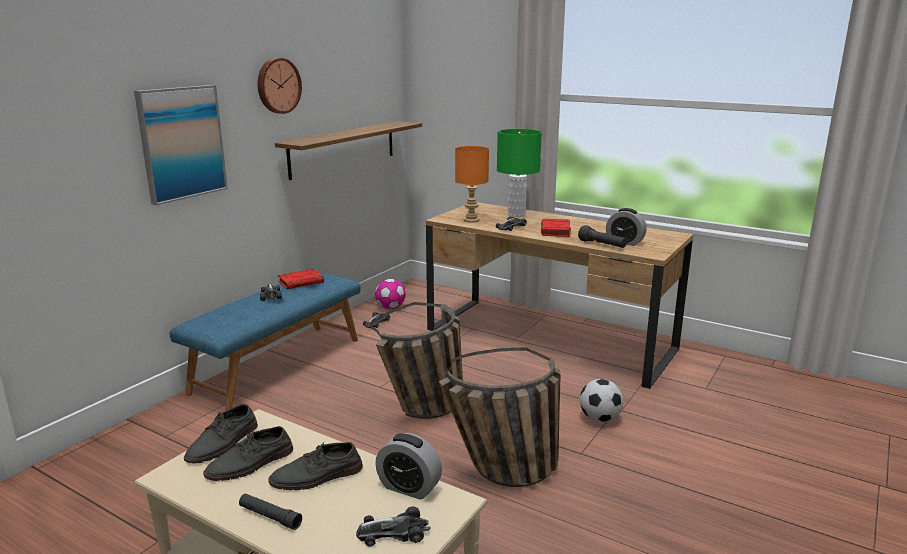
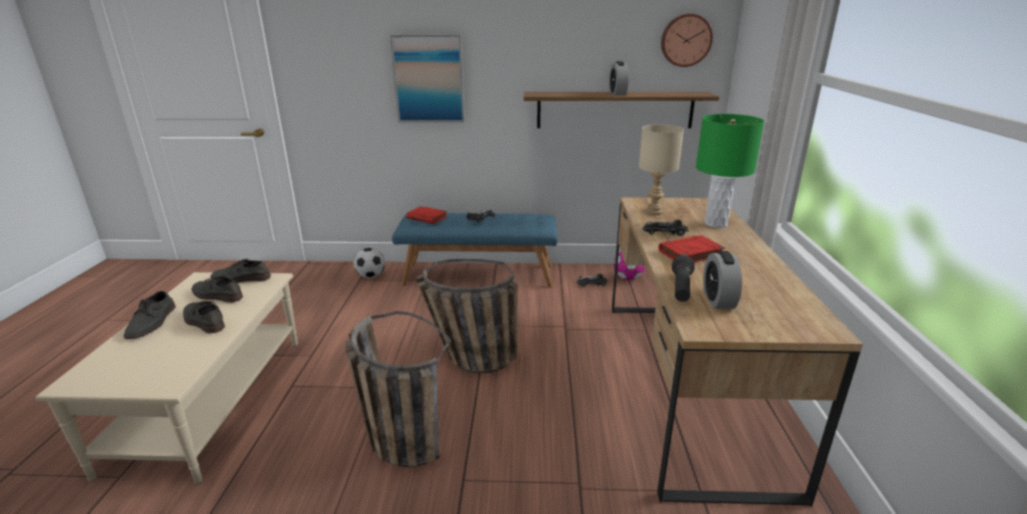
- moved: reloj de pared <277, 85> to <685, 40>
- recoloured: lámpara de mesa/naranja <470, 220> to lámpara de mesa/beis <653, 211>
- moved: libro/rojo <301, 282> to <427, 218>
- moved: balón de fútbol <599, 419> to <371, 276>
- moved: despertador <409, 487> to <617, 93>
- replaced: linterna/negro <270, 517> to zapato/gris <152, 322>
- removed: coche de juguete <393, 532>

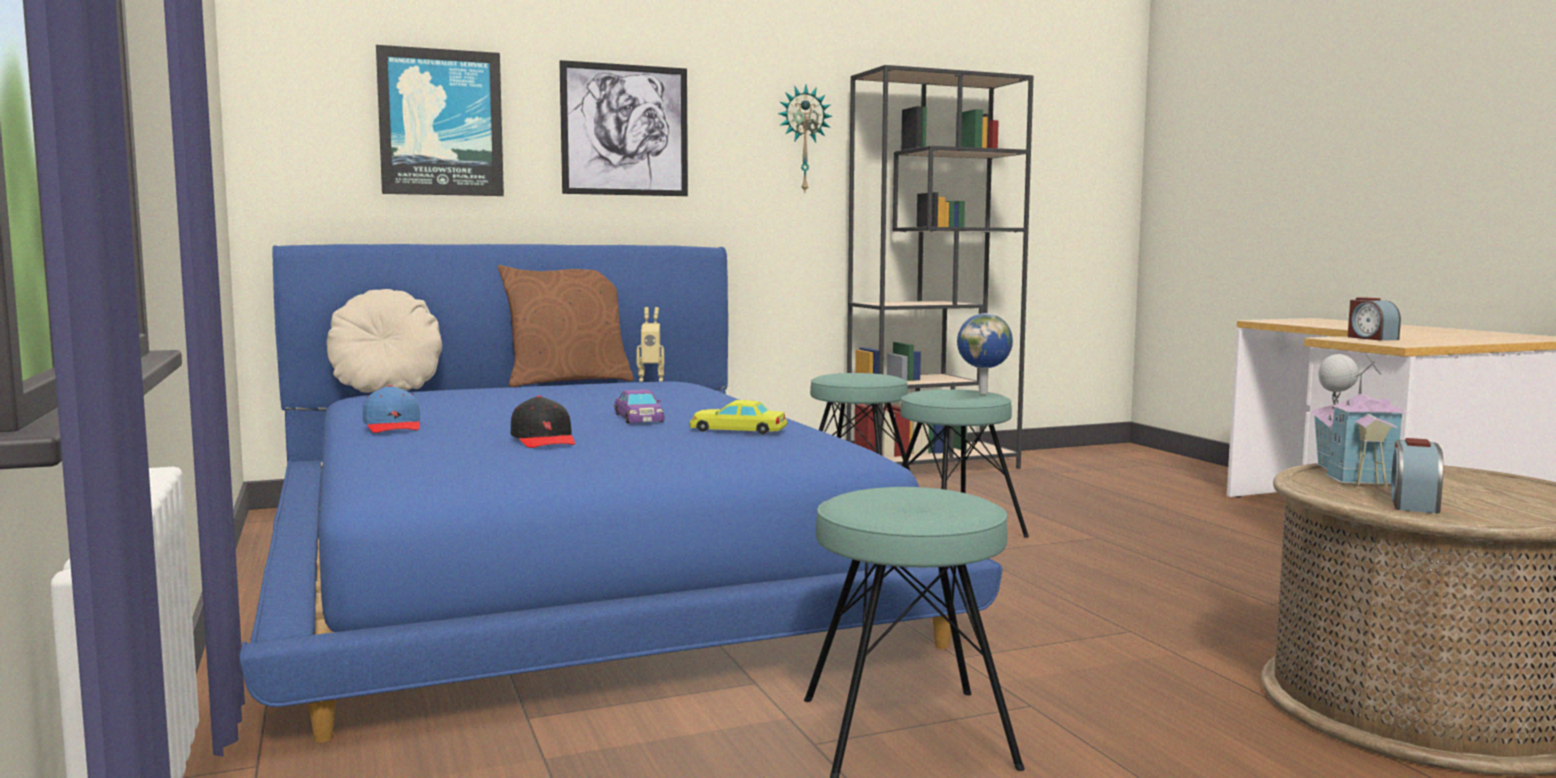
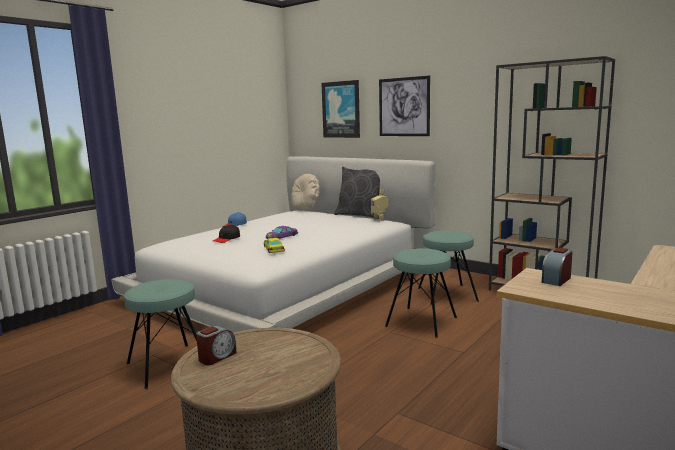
- removed: reloj de pared <803, 139>
- recoloured: cama/azul <572, 563> to cama/blanco <288, 284>
- recoloured: cojín/marrón <567, 382> to cojín/gris <360, 215>
- removed: globo terráqueo <983, 393>
- removed: casita <1351, 474>
- turned: despertador <1413, 504> = <217, 357> 135 degrees clockwise

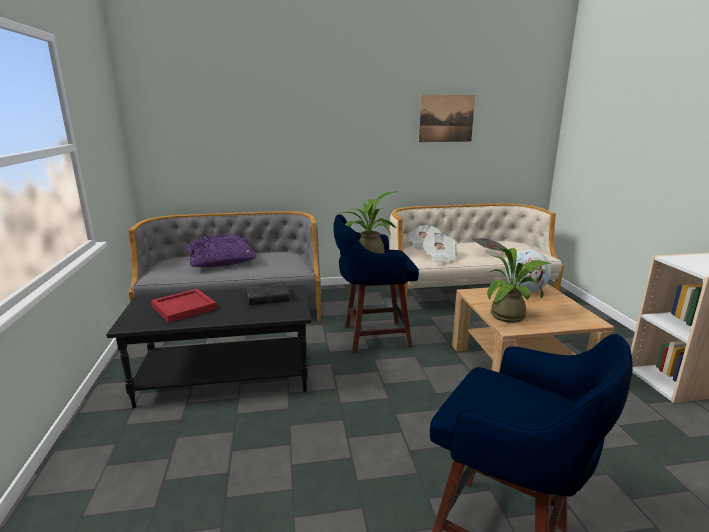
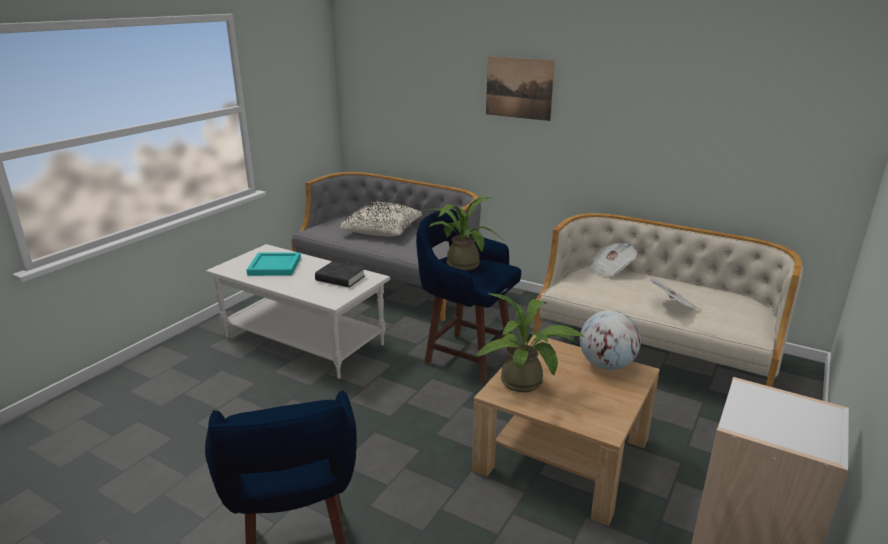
- moved: cuadro <446, 118> to <519, 88>
- removed: periódico <439, 257>
- recoloured: cojín/morado <222, 261> to cojín/beis <382, 230>
- recoloured: mesa de centro/negro <226, 376> to mesa de centro/blanco <305, 340>
- recoloured: bandeja/rojo <184, 307> to bandeja/turquesa <275, 266>

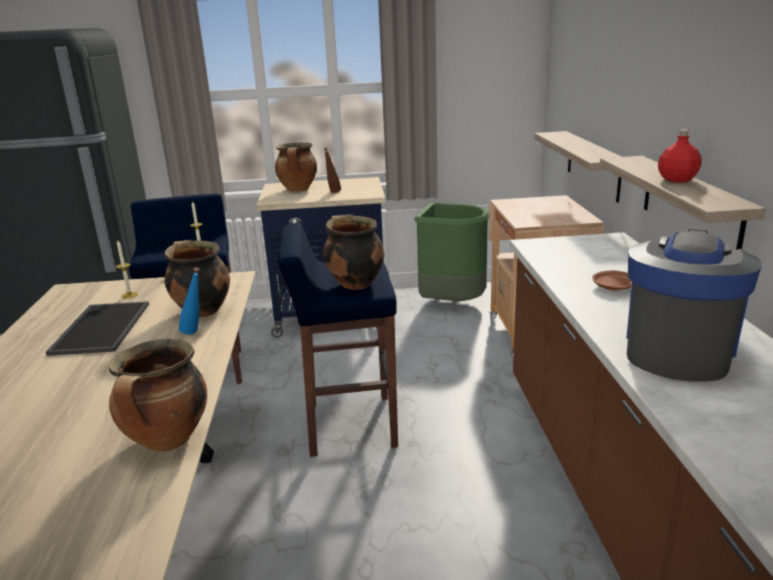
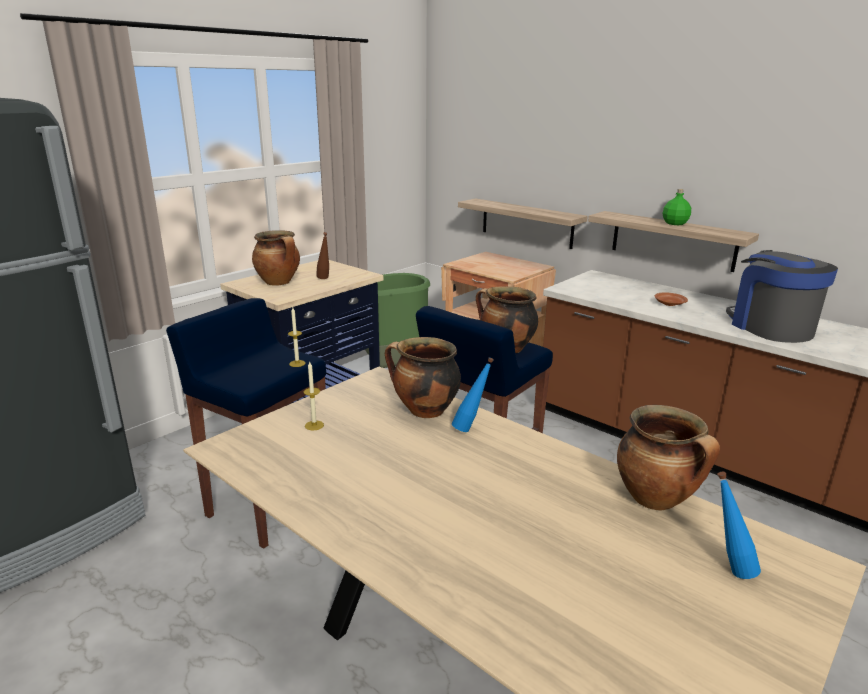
- recoloured: botella/rojo <676, 180> to botella/verde <675, 223>
- removed: bandeja <100, 327>
- added: botella/azul <728, 568>

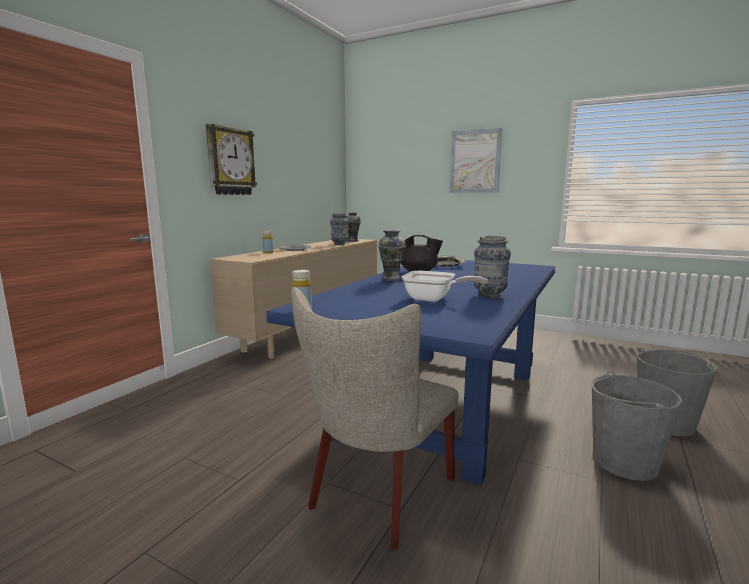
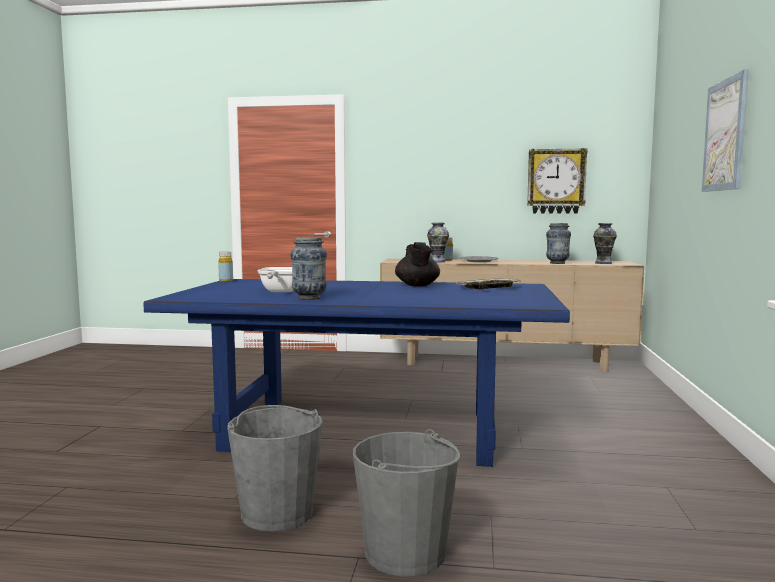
- moved: reloj de pared <230, 161> to <556, 181>
- moved: florero <391, 279> to <437, 261>
- removed: silla/beis <377, 497>

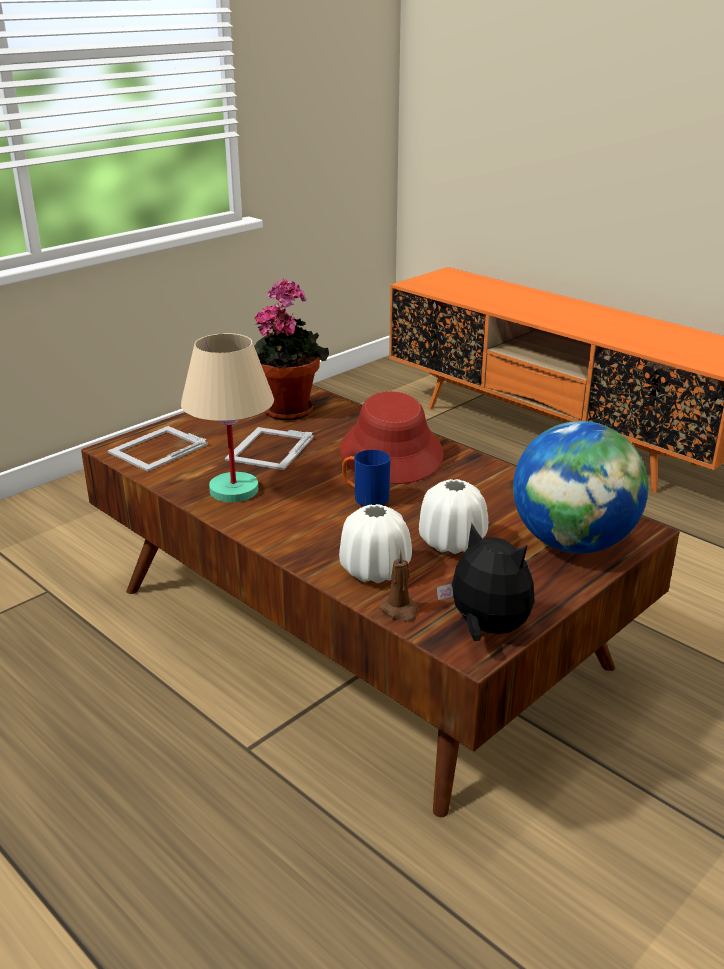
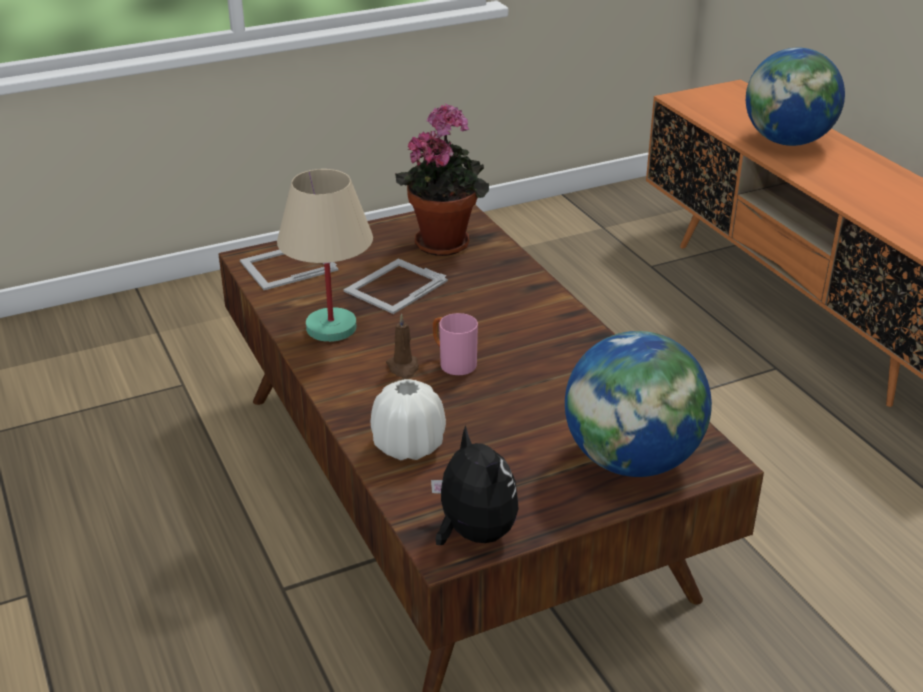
- removed: sombrero/rojo <392, 453>
- recoloured: taza grande/azul <365, 498> to taza grande/rosa <452, 363>
- removed: florero/blanco <452, 542>
- moved: vela/marrón <400, 610> to <403, 368>
- added: globo terráqueo <787, 142>

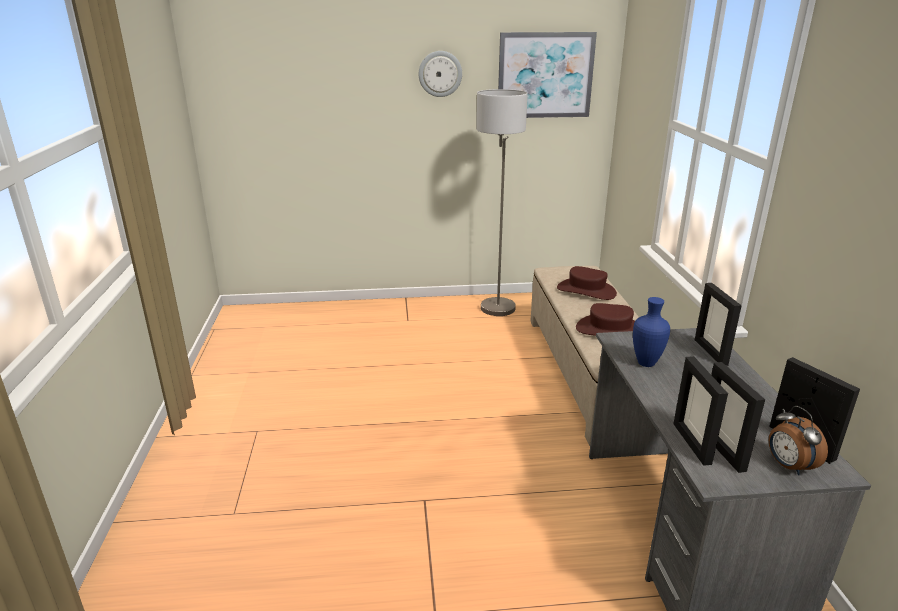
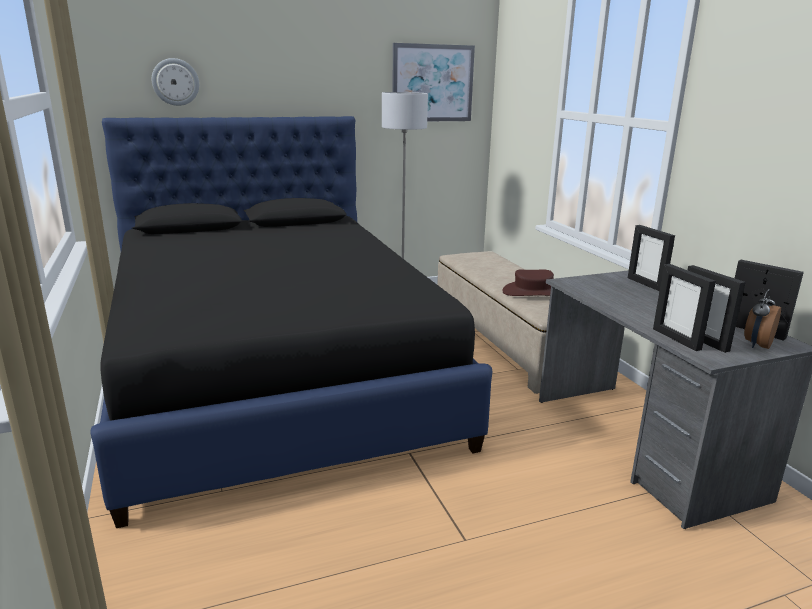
- moved: reloj de pared <440, 74> to <175, 82>
- removed: sombrero/marrón <586, 291>
- removed: florero/azul <647, 363>
- turned: despertador <788, 466> = <756, 345> 75 degrees clockwise
- added: cama/negro <274, 372>

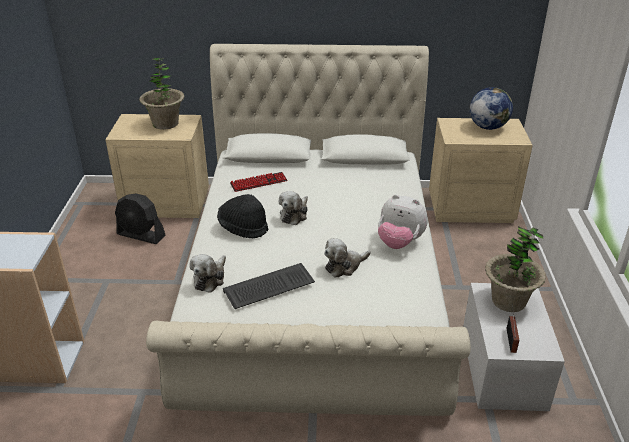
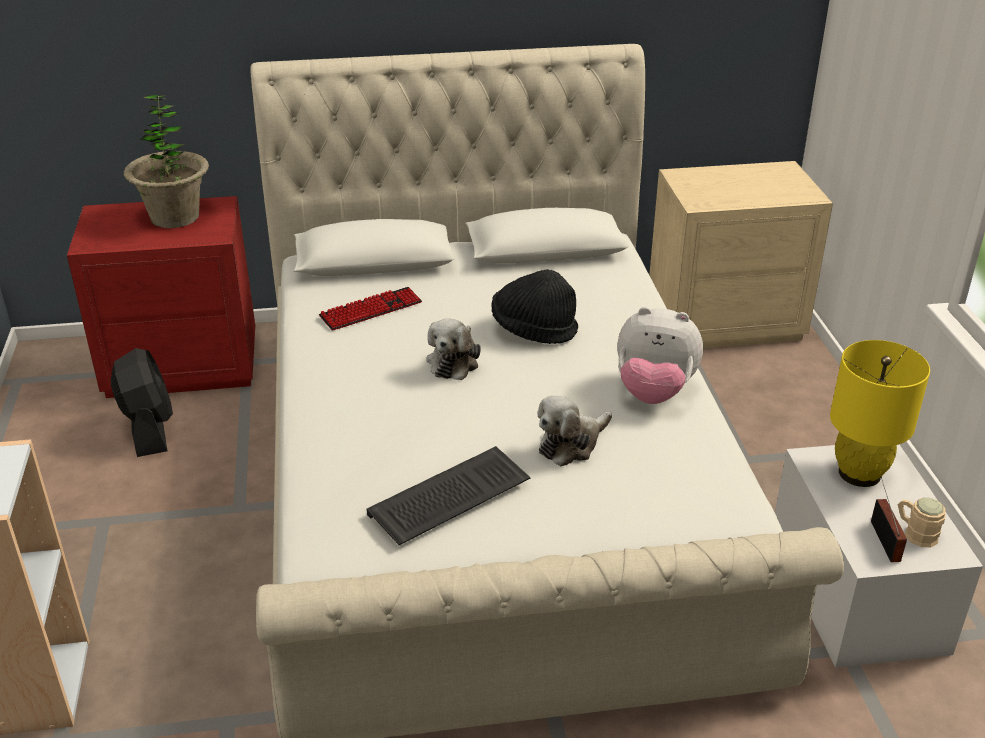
- removed: globo terráqueo <487, 127>
- recoloured: mesita de noche/beis <167, 203> to mesita de noche/rojo <182, 364>
- turned: ventilador/negro <141, 235> = <149, 429> 120 degrees counterclockwise
- moved: sombrero/negro <243, 228> to <533, 330>
- replaced: planta en maceta <508, 301> to lámpara de mesa/amarillo <859, 474>
- removed: peluche <210, 279>
- added: taza grande/beis <915, 533>

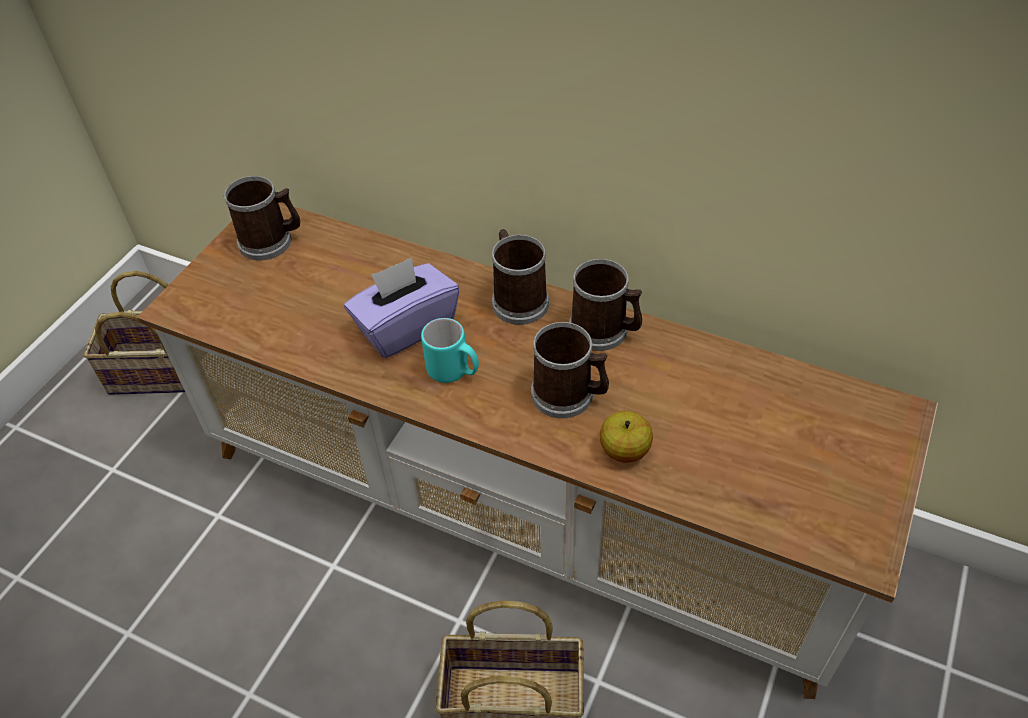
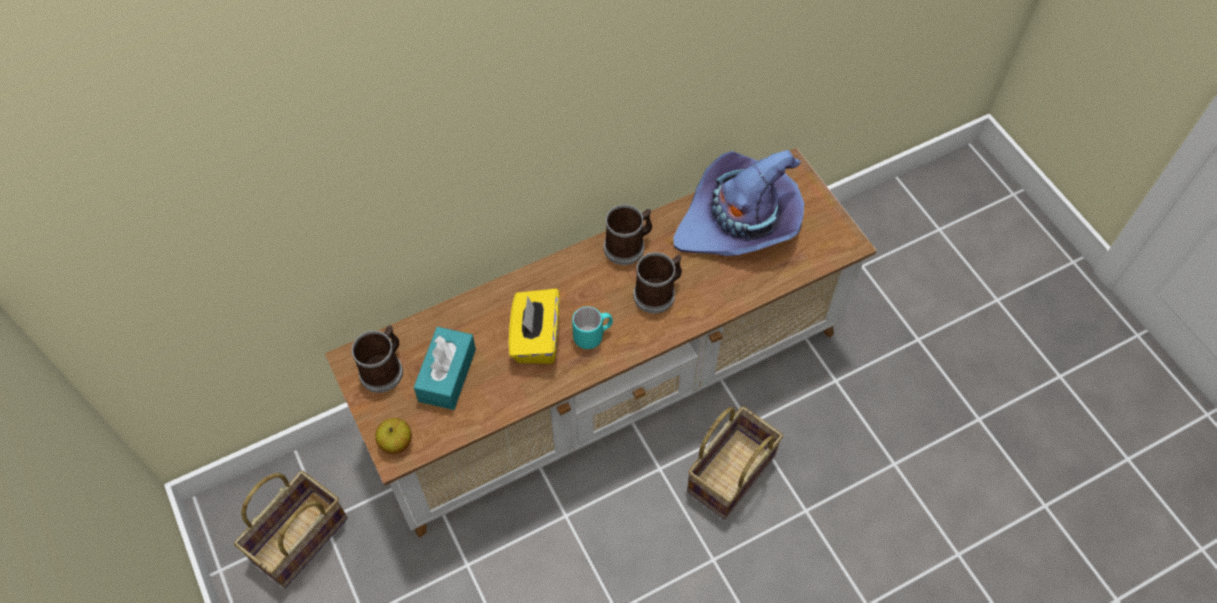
- removed: taza grande <517, 299>
- recoloured: caja de pañuelos/morado <406, 327> to caja de pañuelos/amarillo <536, 338>
- moved: manzana <624, 450> to <396, 442>
- added: sombrero/morado <740, 222>
- added: caja de pañuelos/turquesa <447, 375>

